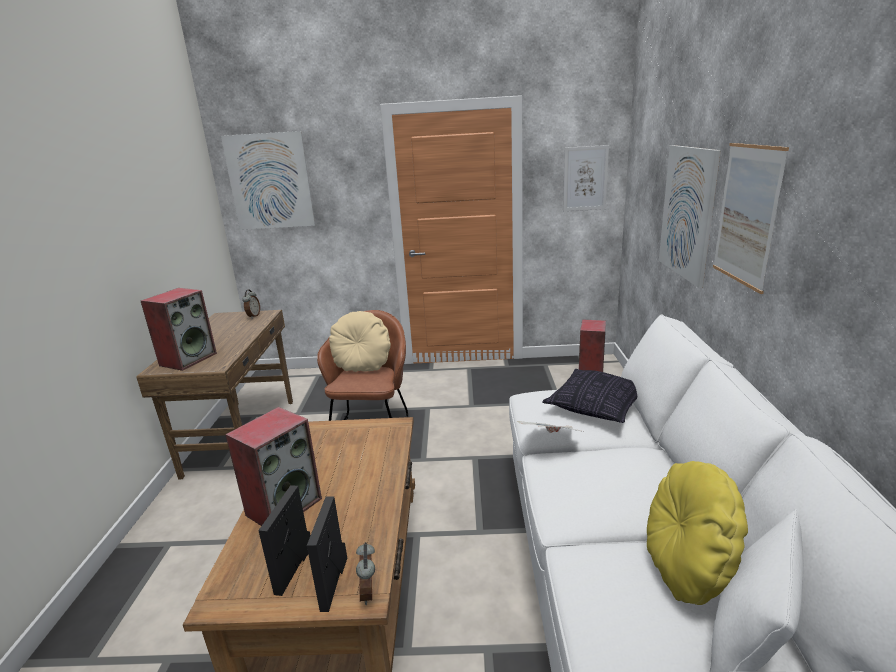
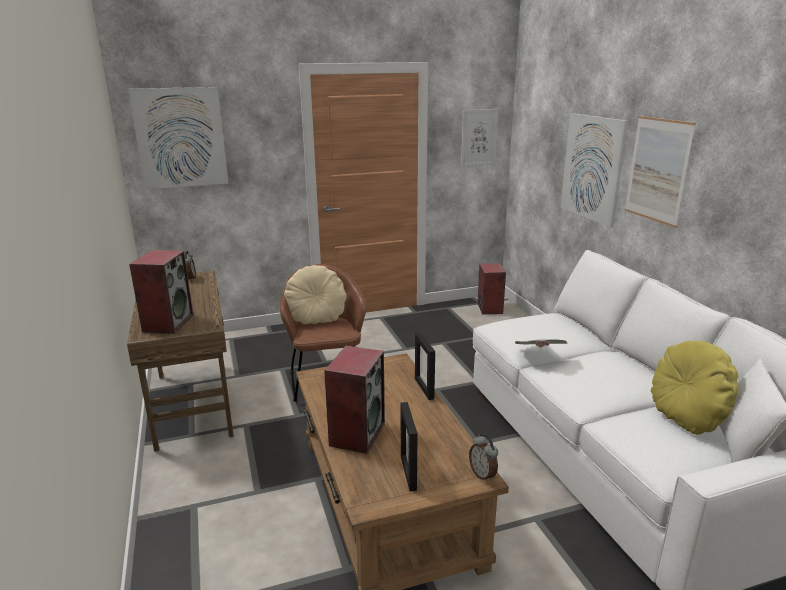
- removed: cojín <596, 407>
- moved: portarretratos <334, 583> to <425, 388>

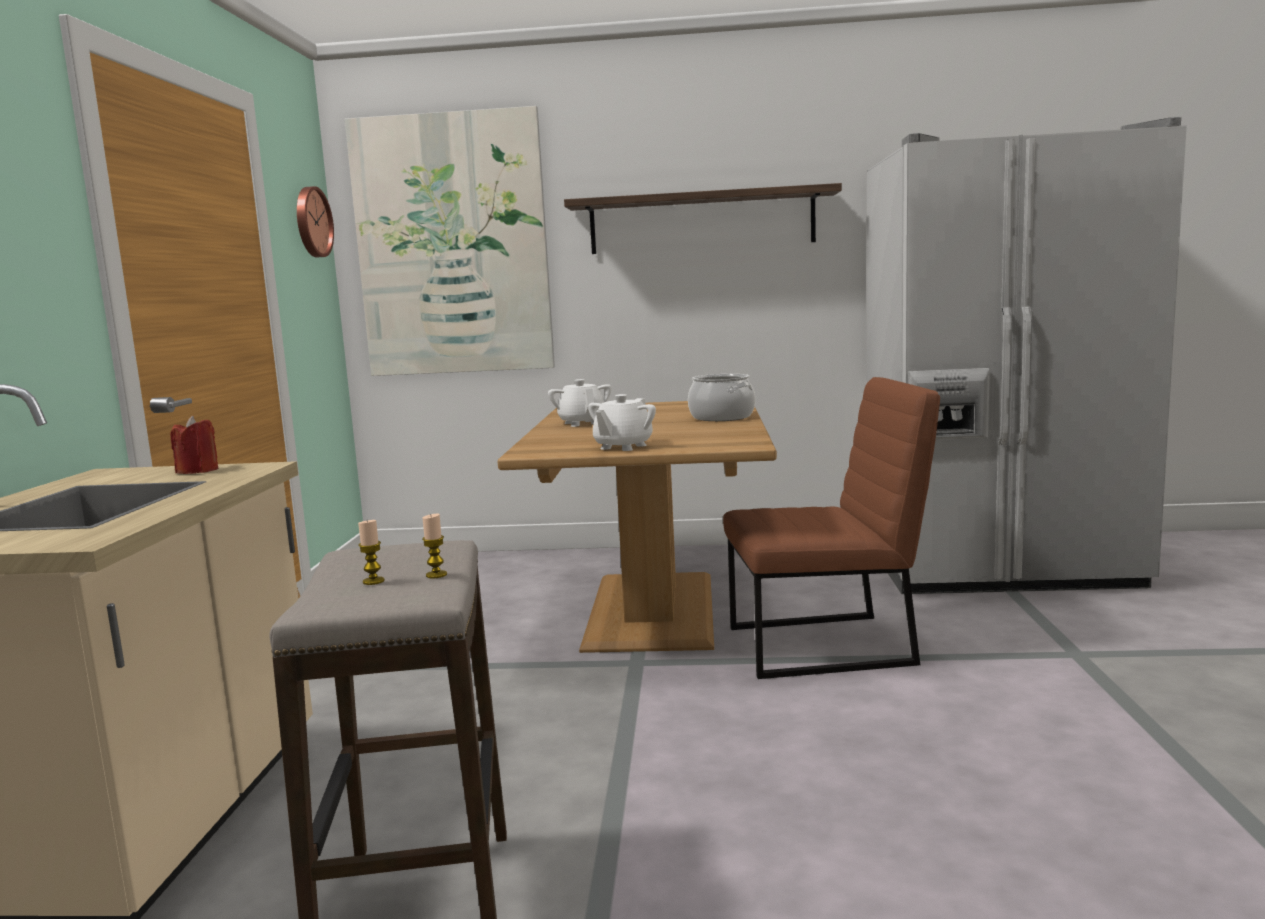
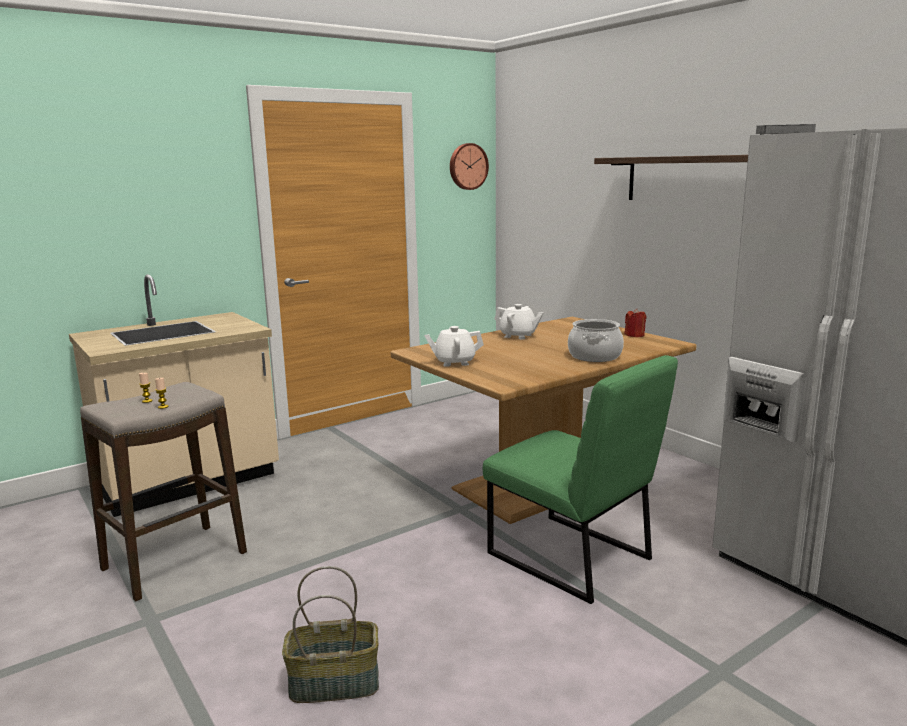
- removed: cuadro <452, 245>
- recoloured: silla/marrón <826, 645> to silla/verde <572, 558>
- turned: tetera/blanco <582, 423> = <518, 336> 90 degrees clockwise
- moved: vela/rojo <198, 471> to <634, 335>
- added: cesta <335, 683>

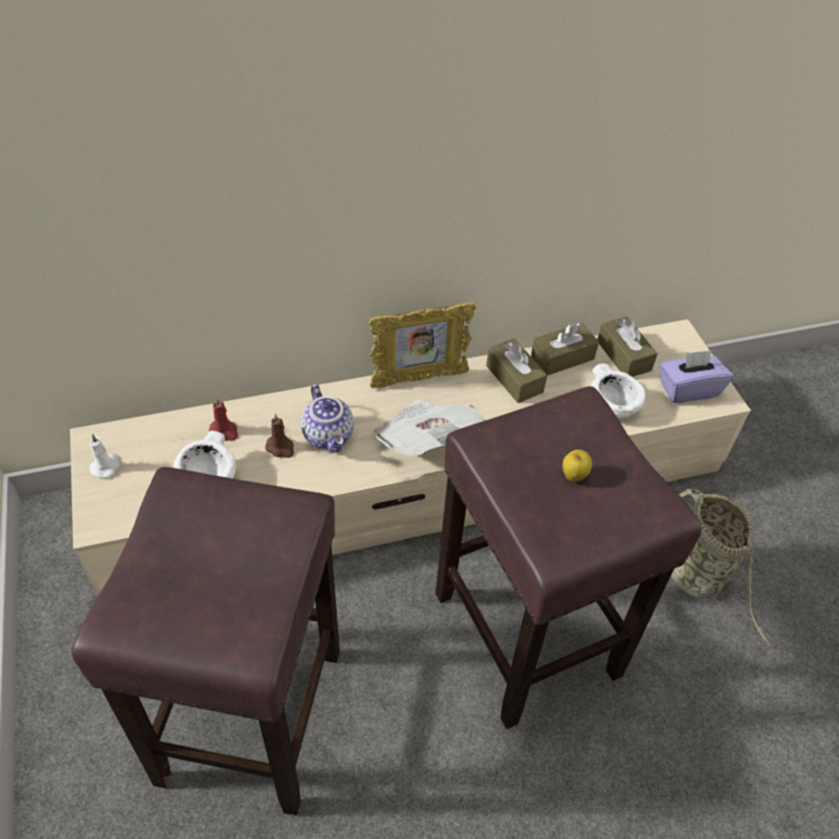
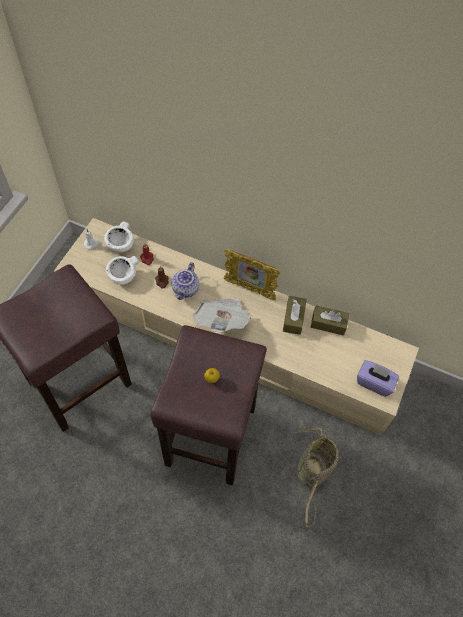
- removed: caja de pañuelos/marrón <623, 356>
- moved: cuenco/blanco <612, 407> to <121, 245>

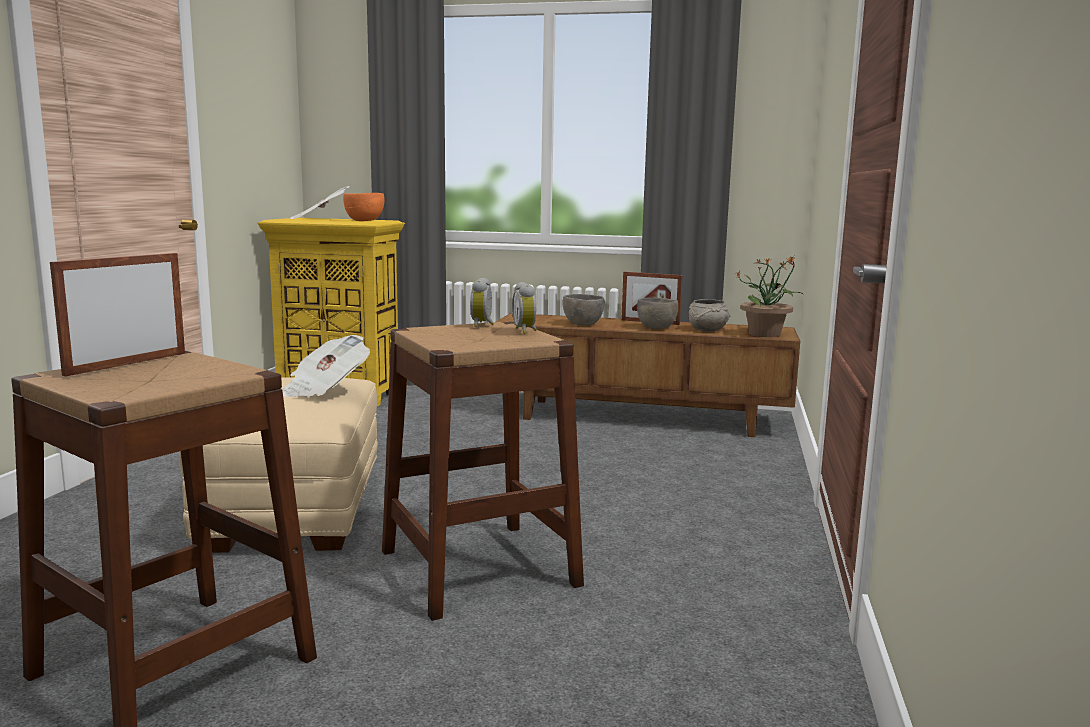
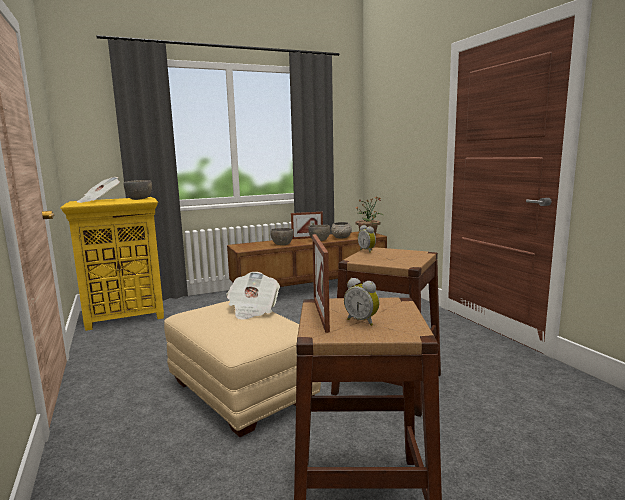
- recoloured: cuenco/naranja <365, 221> to cuenco/gris <139, 199>
- moved: despertador <526, 331> to <362, 321>

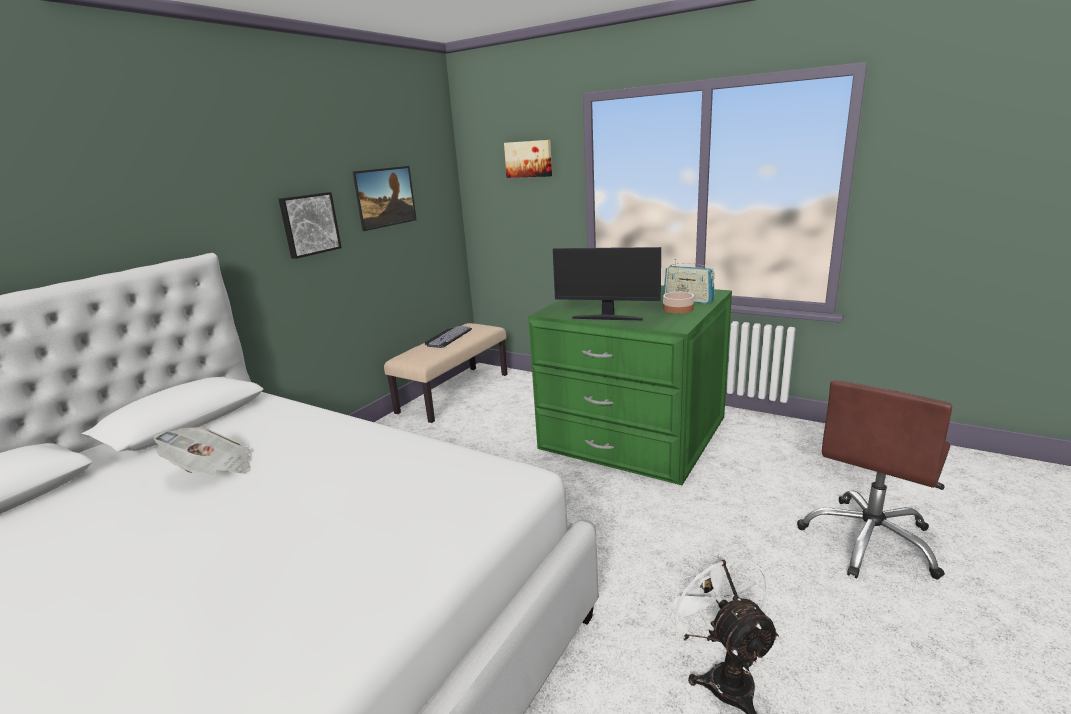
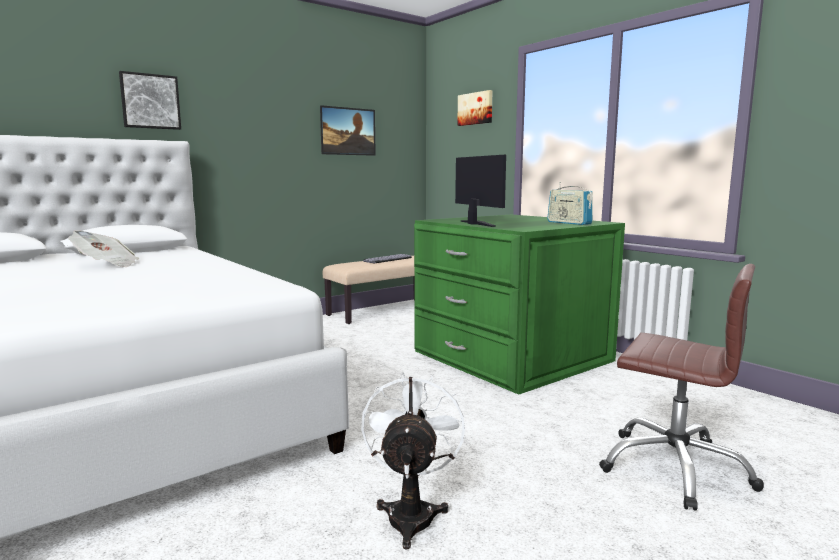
- moved: cuadro <309, 224> to <150, 101>
- turned: monitor <607, 318> = <475, 224> 150 degrees counterclockwise
- removed: cuenco <678, 309>
- turned: silla de oficina/marrón <870, 541> = <675, 467> 120 degrees counterclockwise

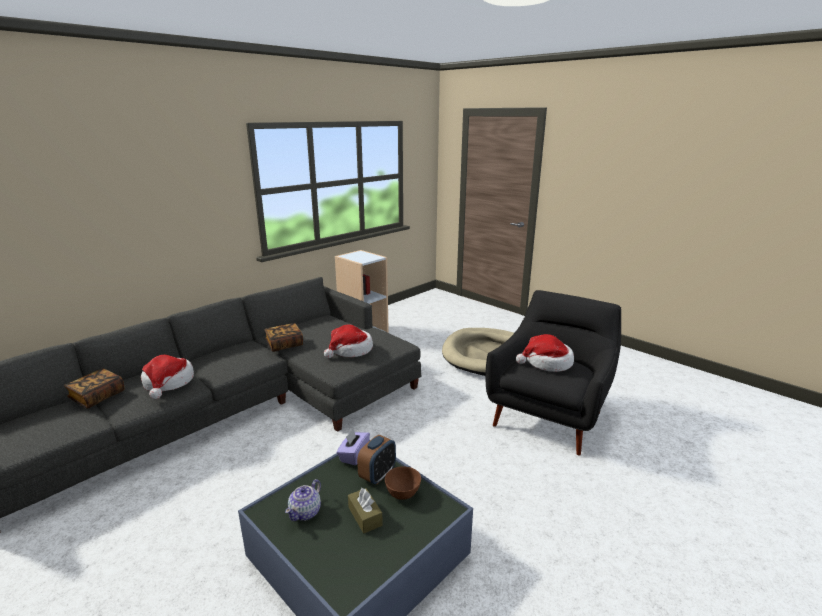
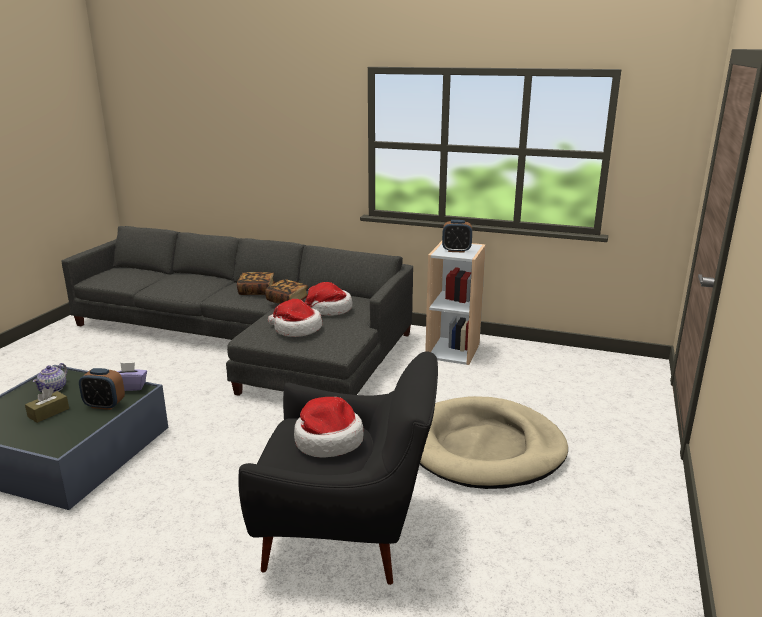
- moved: sombrero <168, 383> to <328, 310>
- moved: libro <97, 396> to <256, 291>
- removed: cuenco/marrón <403, 493>
- turned: tetera <305, 512> = <53, 388> 75 degrees counterclockwise
- added: despertador <456, 250>

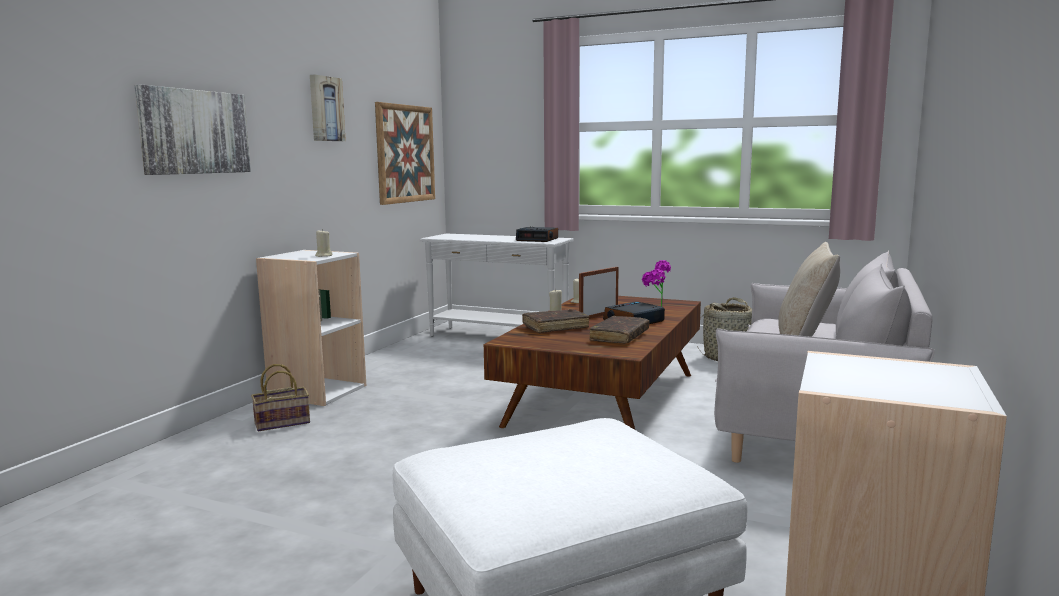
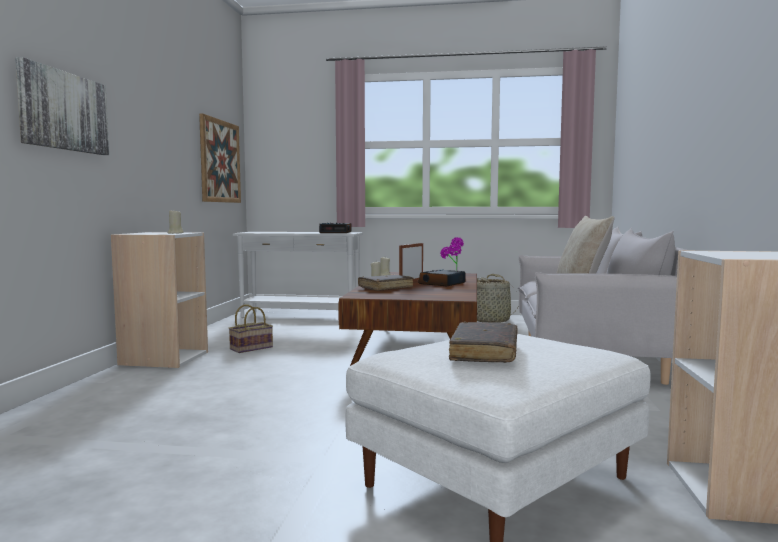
- removed: cuadro <325, 109>
- moved: libro/marrón <619, 337> to <484, 352>
- moved: cesta <283, 422> to <252, 348>

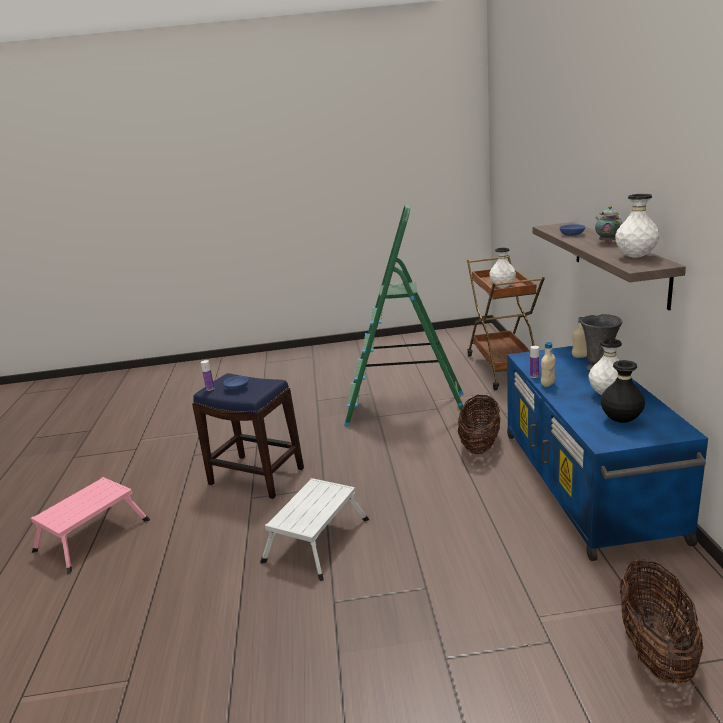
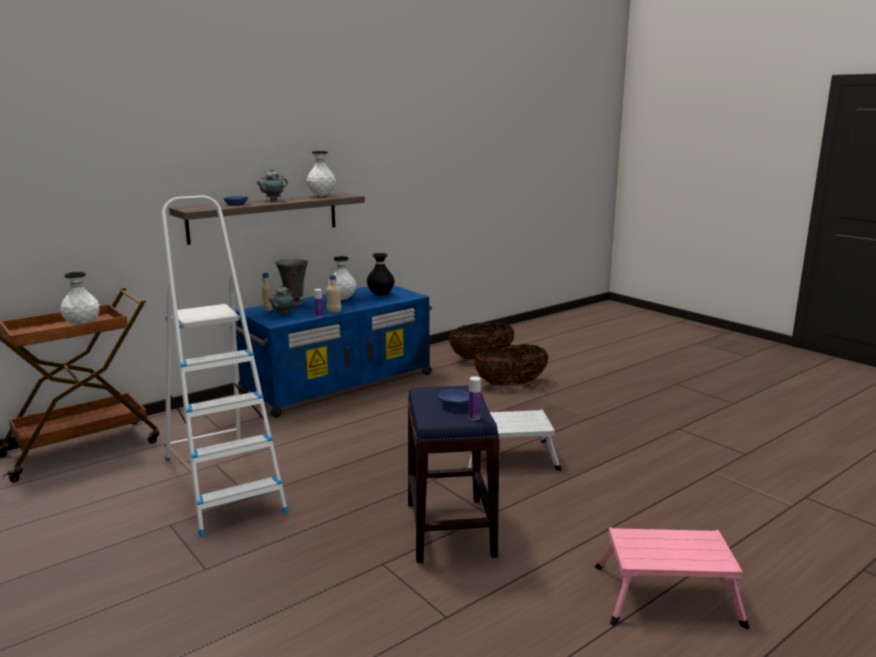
- recoloured: escalera de tijera/verde <404, 409> to escalera de tijera/blanco <223, 484>
- moved: cesta <479, 445> to <510, 384>
- added: tetera <282, 314>

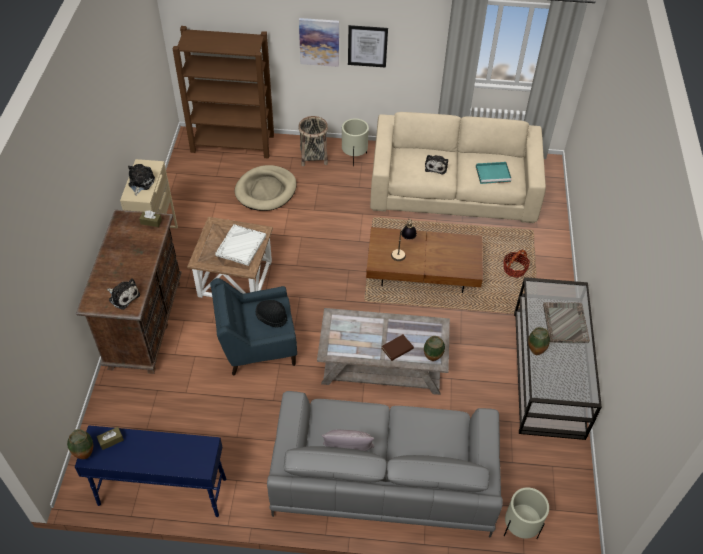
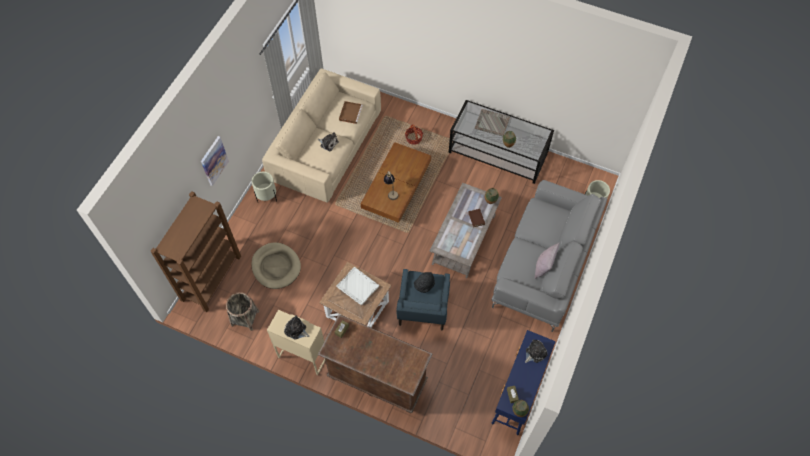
- removed: cuadro <367, 46>
- moved: cesta <314, 156> to <245, 318>
- recoloured: bandeja/turquesa <493, 174> to bandeja/marrón <350, 112>
- moved: peluche <123, 296> to <535, 353>

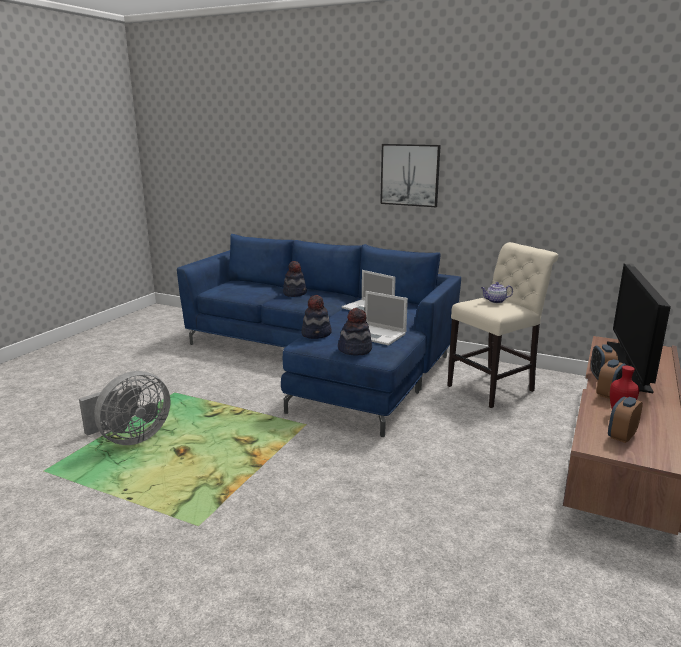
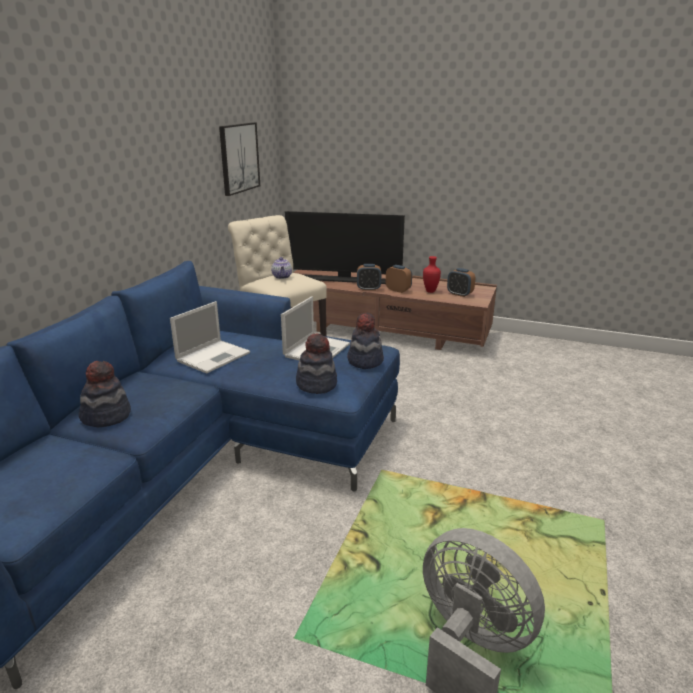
- moved: cuadro <410, 175> to <239, 158>

